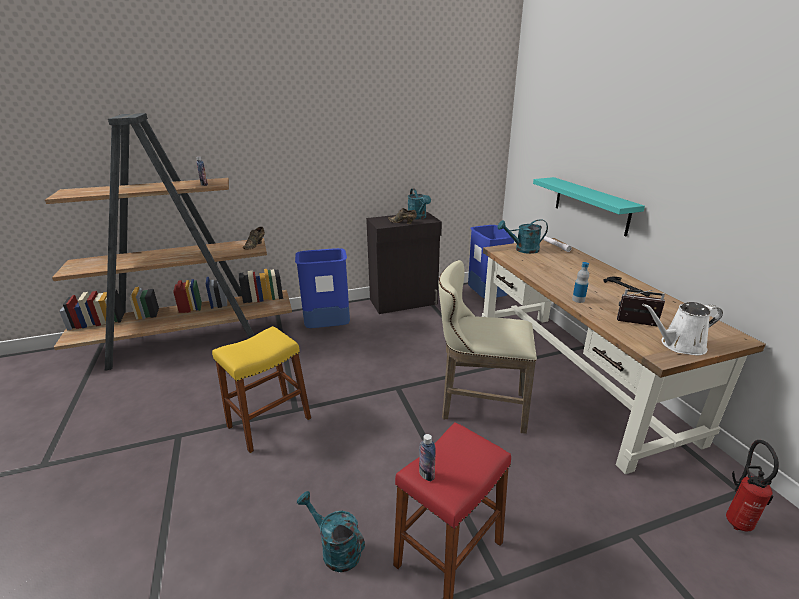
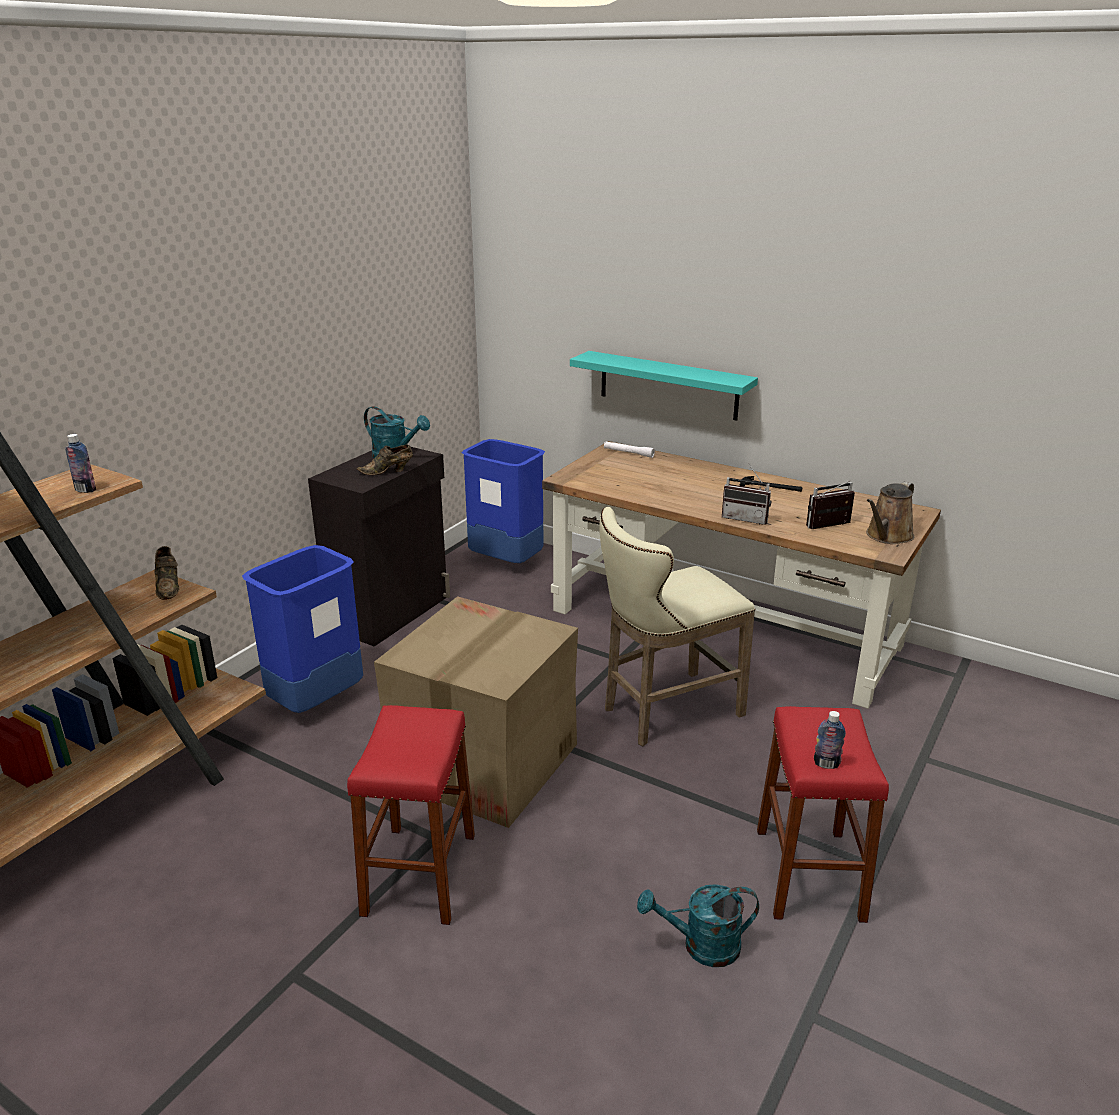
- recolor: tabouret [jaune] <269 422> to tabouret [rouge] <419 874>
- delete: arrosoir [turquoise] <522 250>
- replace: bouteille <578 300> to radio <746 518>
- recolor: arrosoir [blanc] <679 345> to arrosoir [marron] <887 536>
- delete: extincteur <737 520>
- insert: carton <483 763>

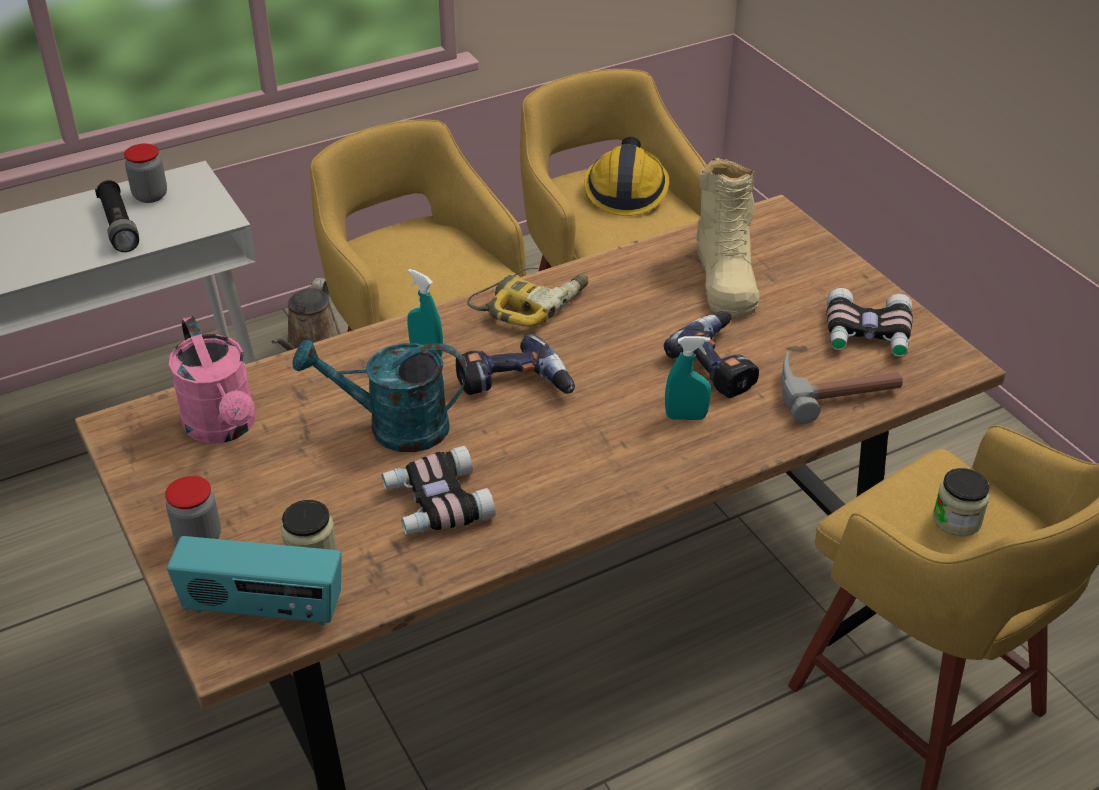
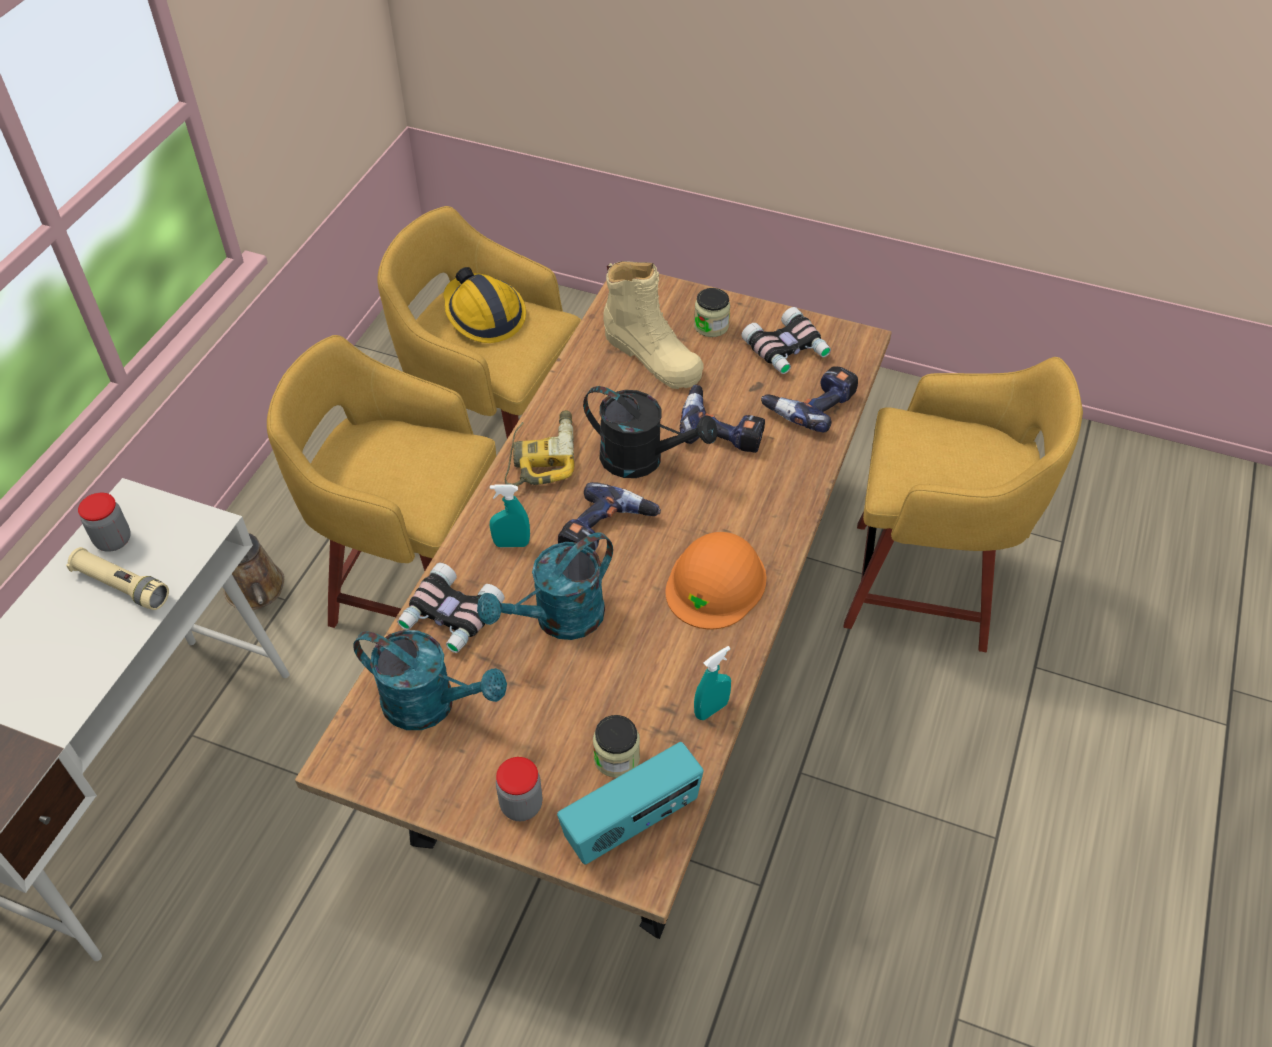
- recolor: lampe de poche [noir] <119 226> to lampe de poche [beige] <122 586>
- recolor: arrosoir [rose] <224 428> to arrosoir [turquoise] <431 705>
- move: jumelles <435 503> to <449 617>
- move: vaporisateur [turquoise] <686 417> to <711 709>
- replace: marteau <835 390> to perceuse <810 405>
- move: bocal <957 520> to <711 326>
- insert: arrosoir [noir] <642 460>
- insert: casque de chantier [orange] <716 583>

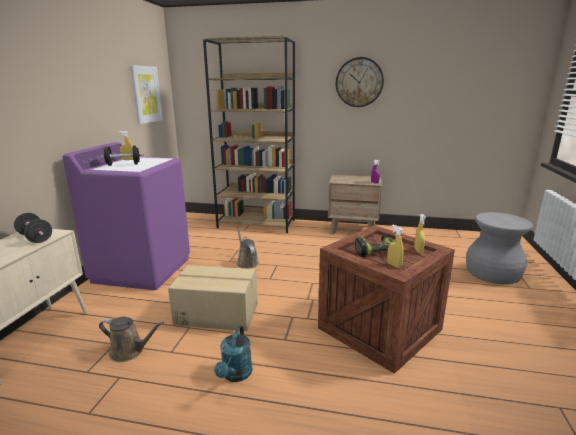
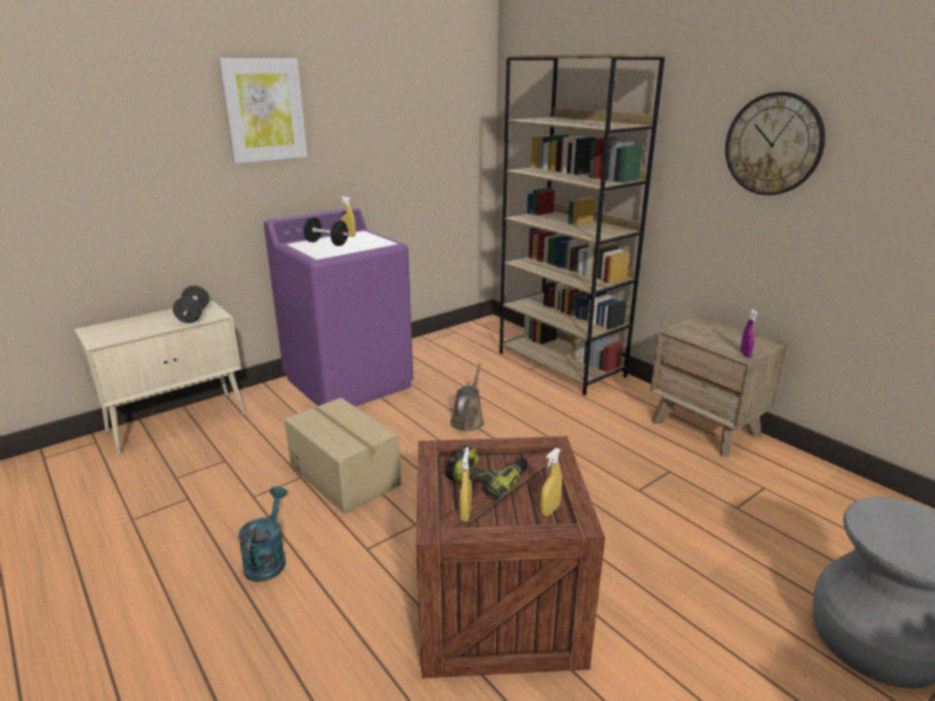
- delete: arrosoir [marron] <130 351>
- move: tableau <146 94> to <264 110>
- rotate: arrosoir [turquoise] <235 375> = <268 559> 135 degrees clockwise

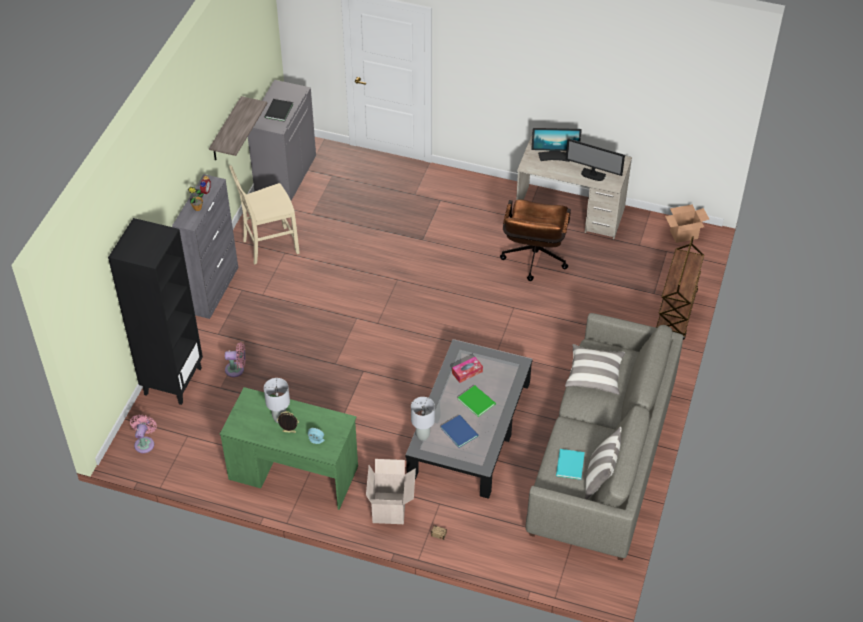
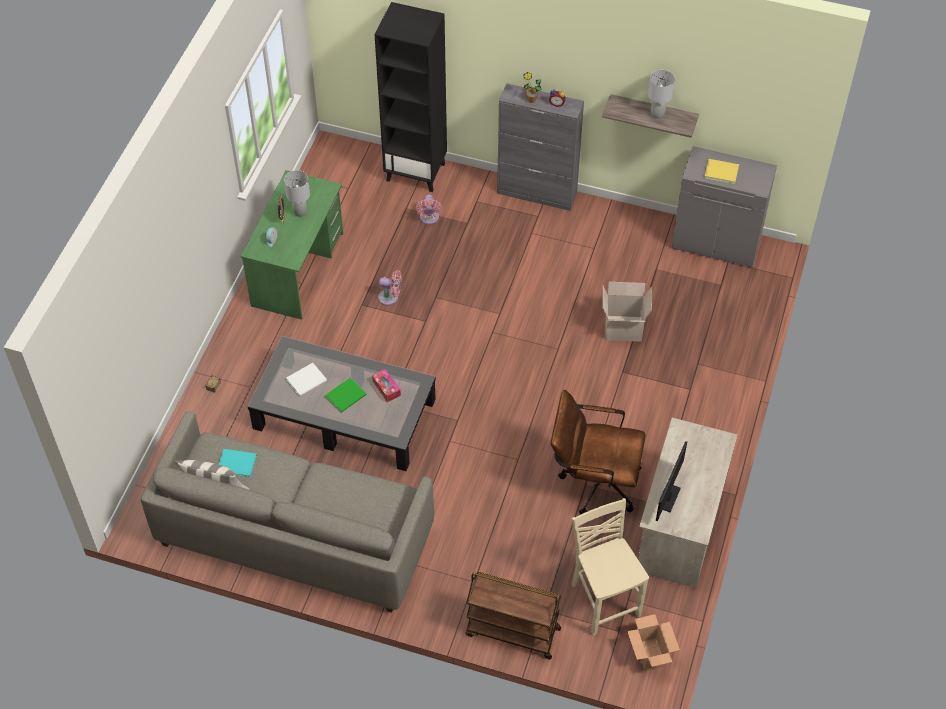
- move: ventilateur [rose] <145 443> to <390 297>
- move: chaise [beige] <269 246> to <604 599>
- recolor: livre [noir] <278 111> to livre [jaune] <720 171>
- move: carton <390 509> to <622 329>
- move: lampe de table [gris] <423 435> to <657 114>
- recolor: livre [bleu] <459 431> to livre [blanc] <308 380>
- delete: écran d'ordinateur <554 156>
- delete: coussin <594 375>

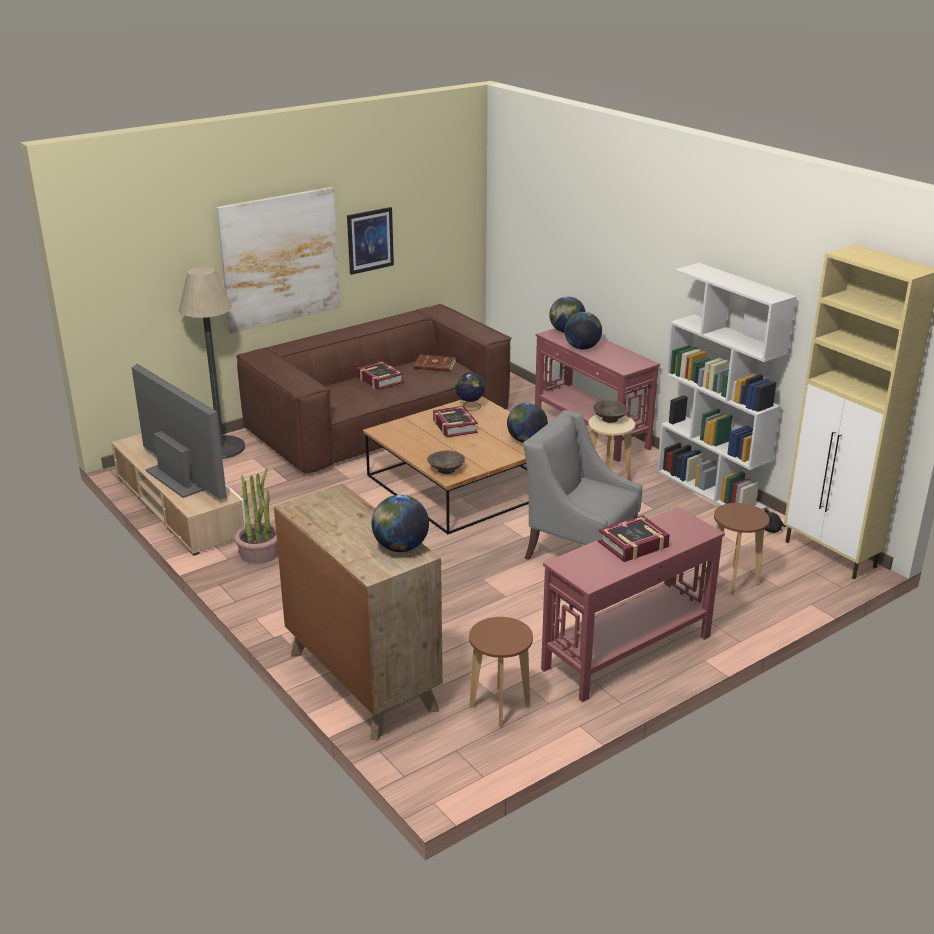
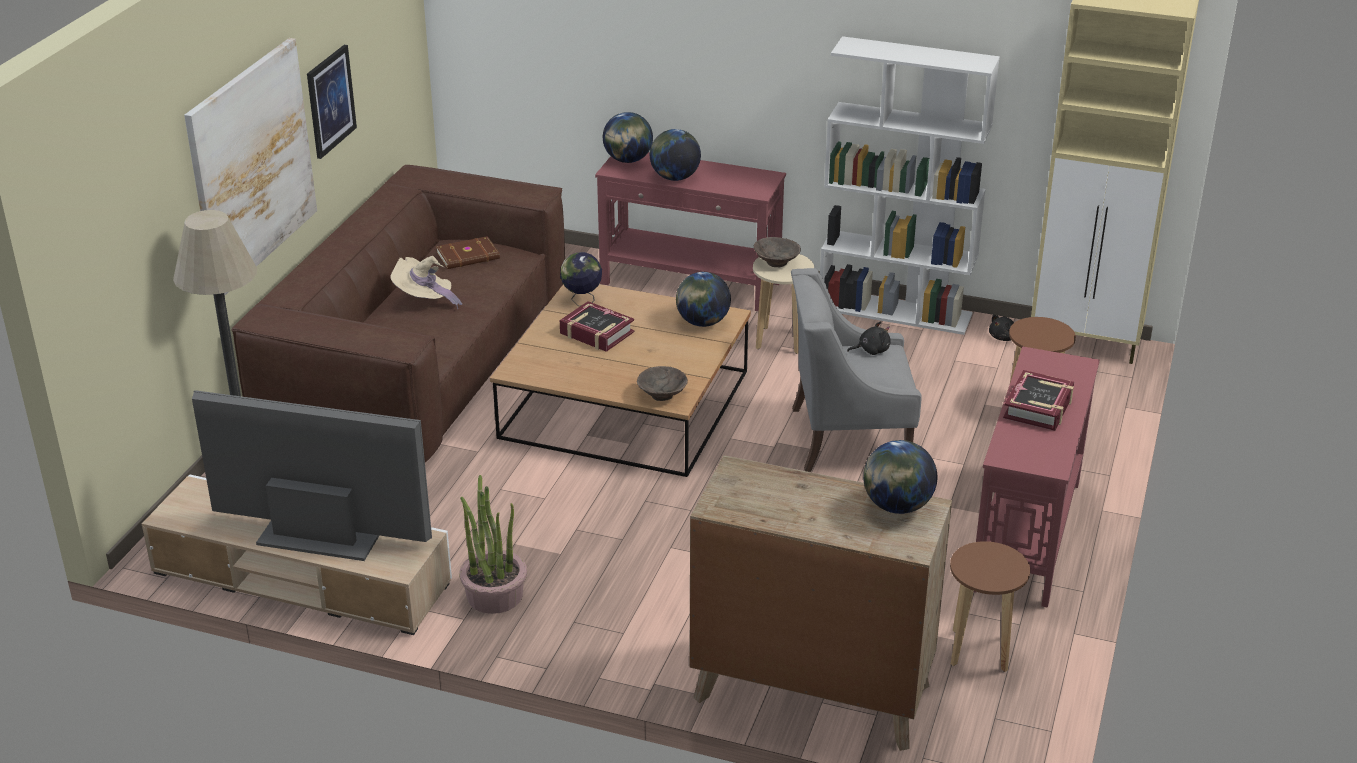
- replace: livre <380 380> to chapeau [beige] <425 300>
- insert: peluche [noir] <871 350>

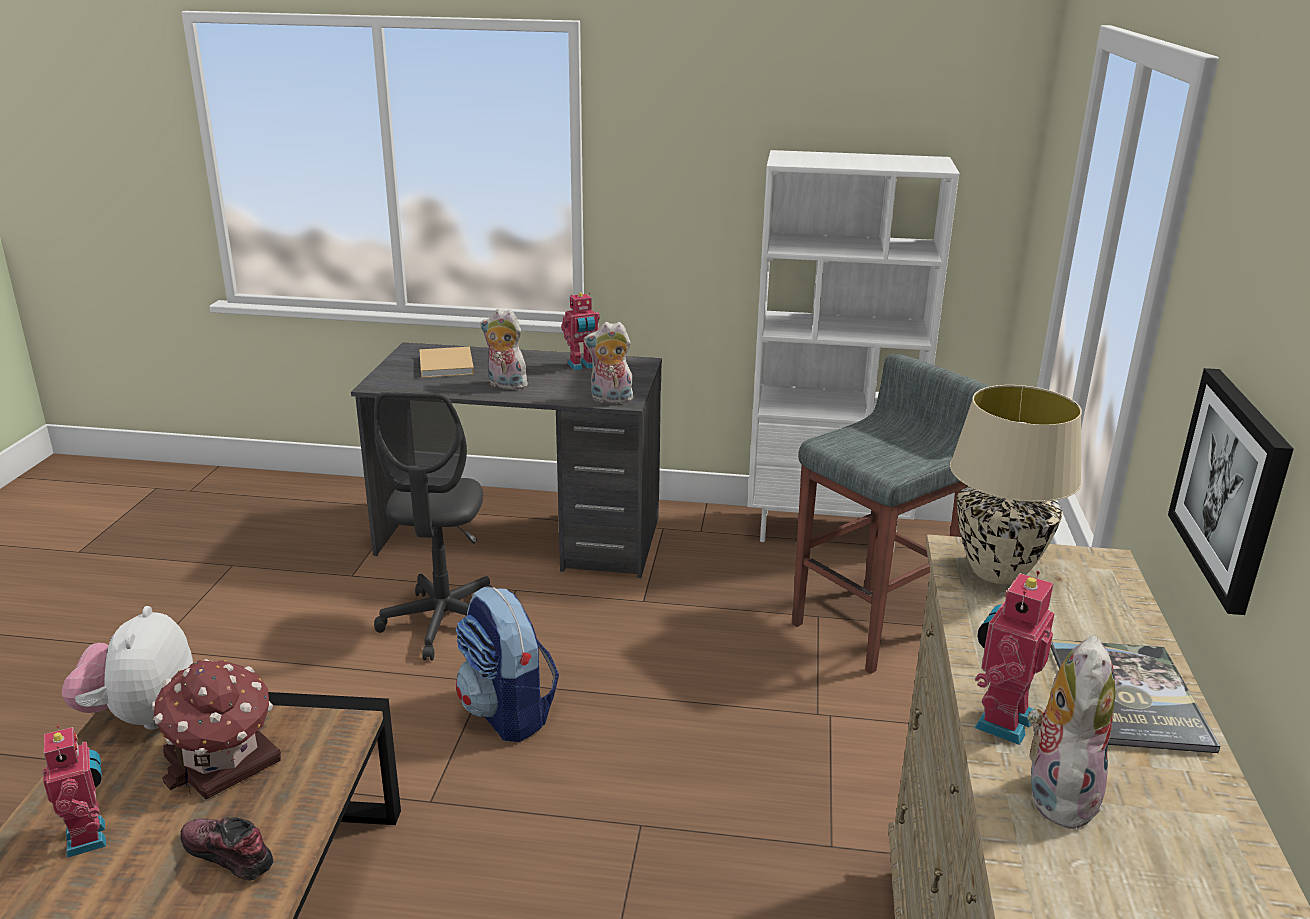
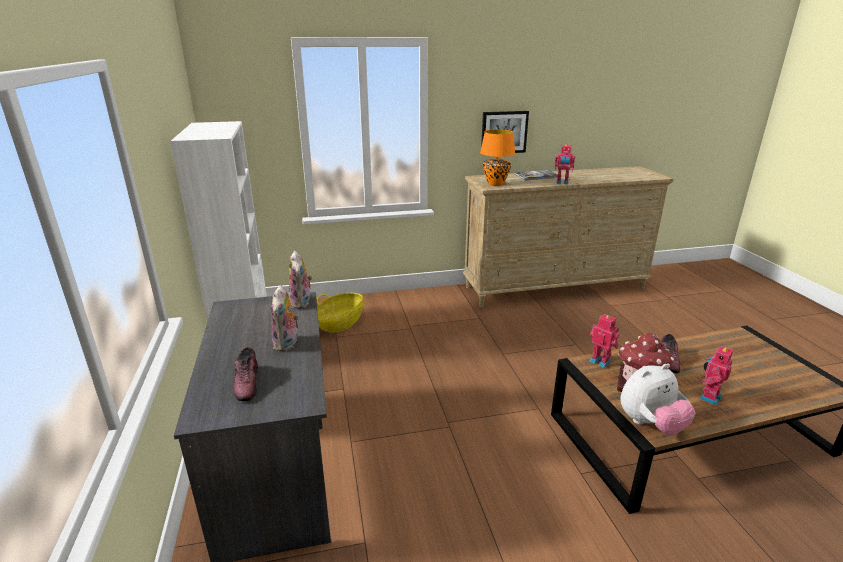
- delete: chaise de bureau [gris] <443 623>
- replace: livre [beige] <446 366> to chaussure <247 383>
- delete: sac à dos <507 713>
- move: robot jouet <582 366> to <600 361>
- replace: tabouret [gris] <873 628> to panier <340 323>
- recolor: lampe de table [beige] <997 572> to lampe de table [orange] <496 184>
- delete: peluche <1057 792>

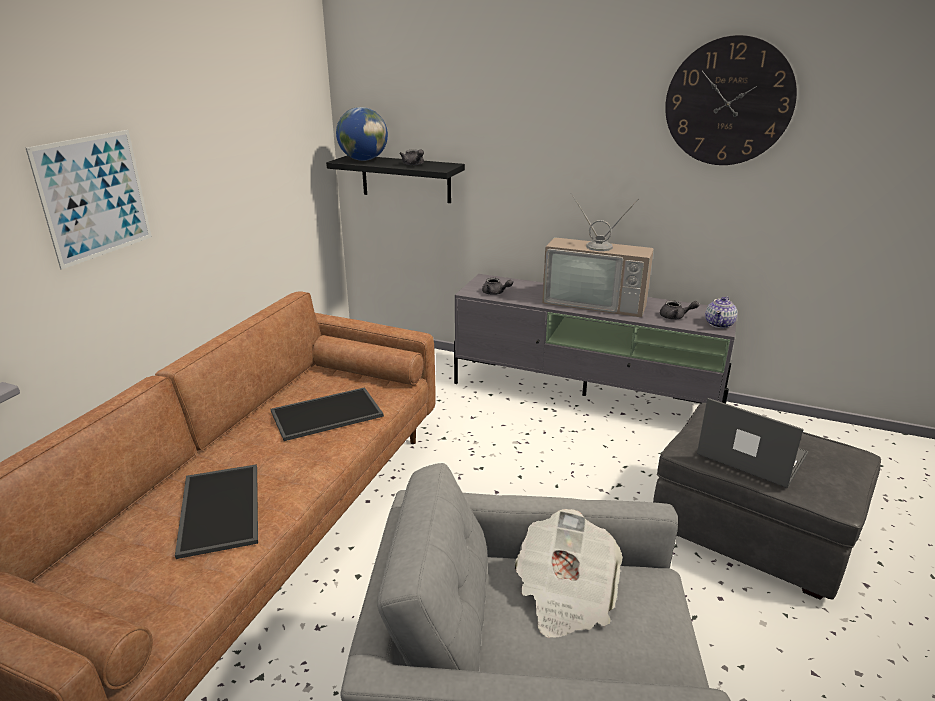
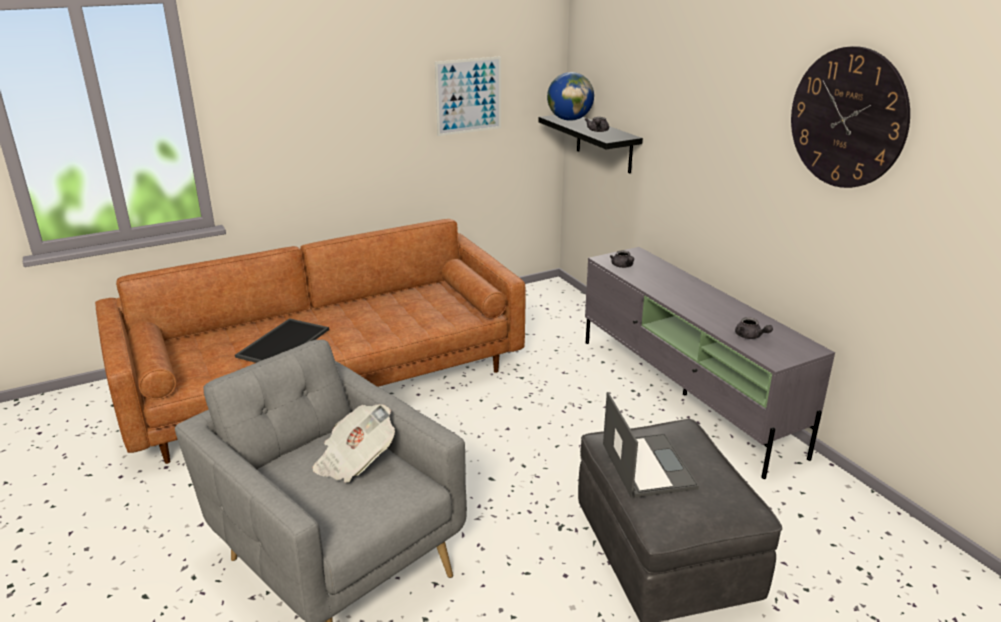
- move: tableau <94 197> to <468 96>
- delete: plateau <326 415>
- delete: téléviseur <596 302>
- delete: théière <719 324>

